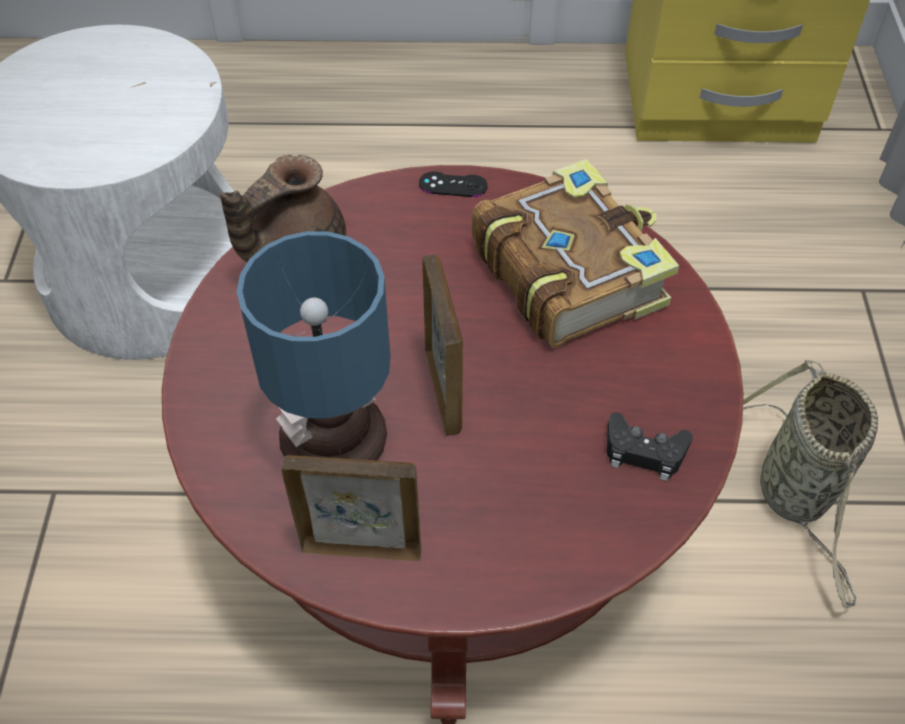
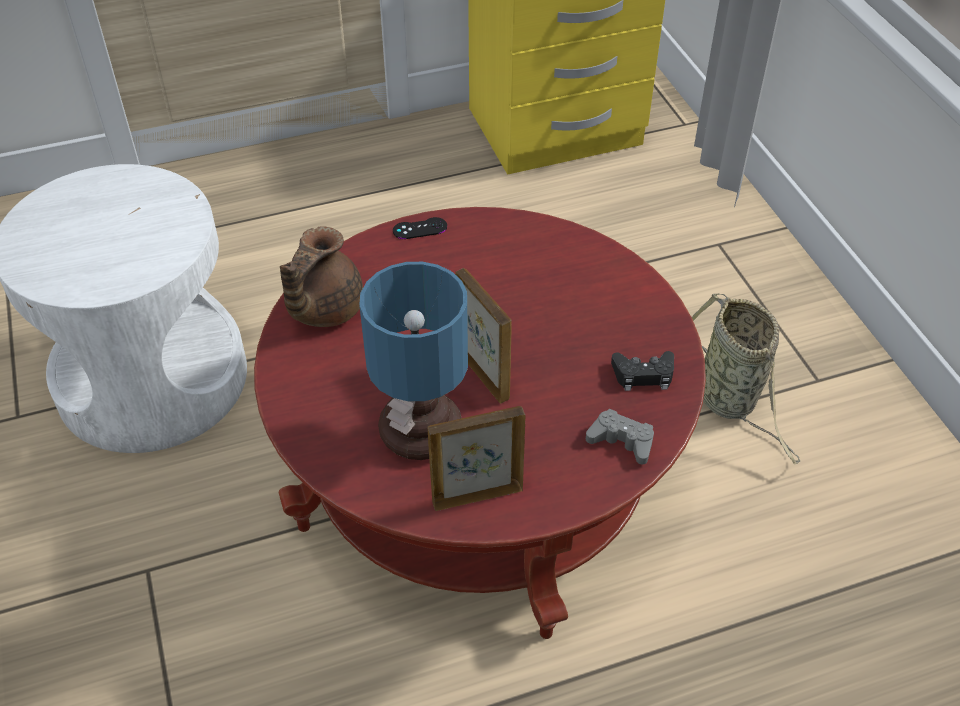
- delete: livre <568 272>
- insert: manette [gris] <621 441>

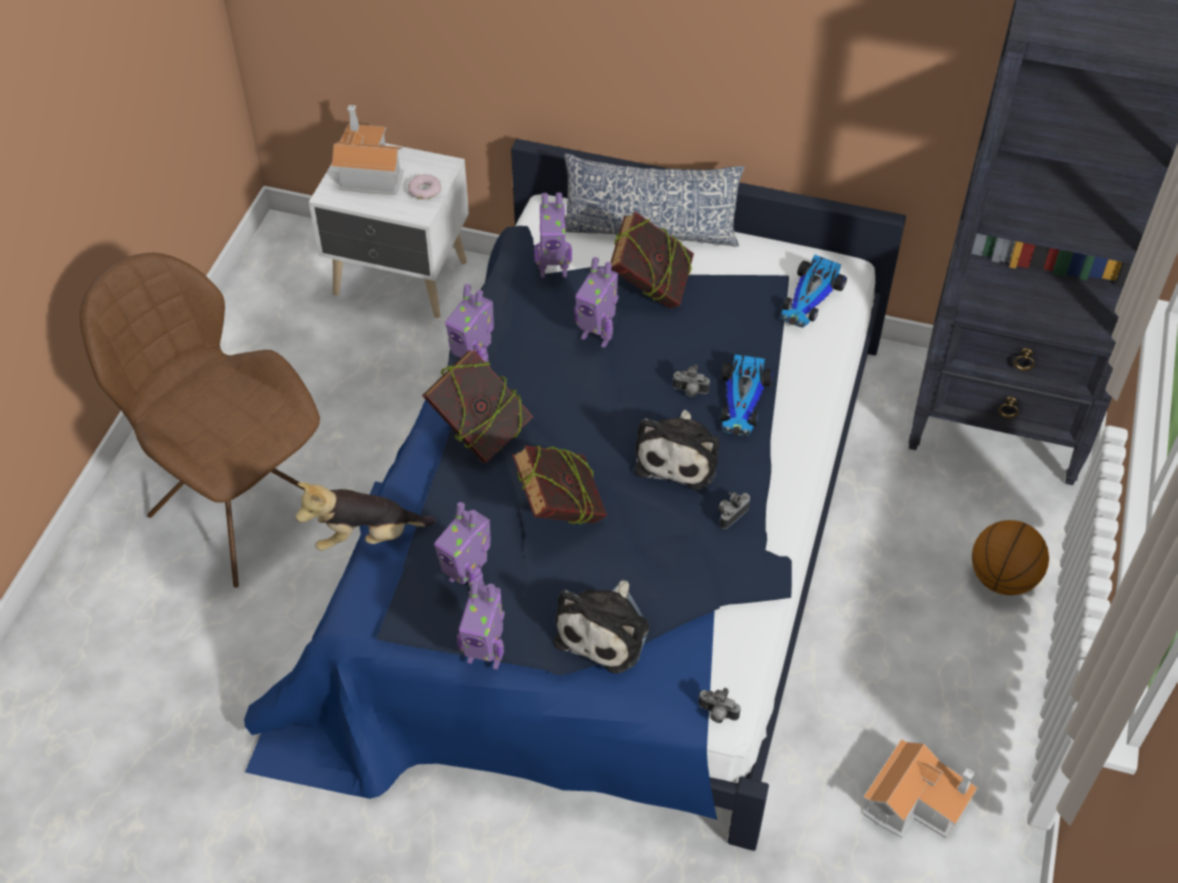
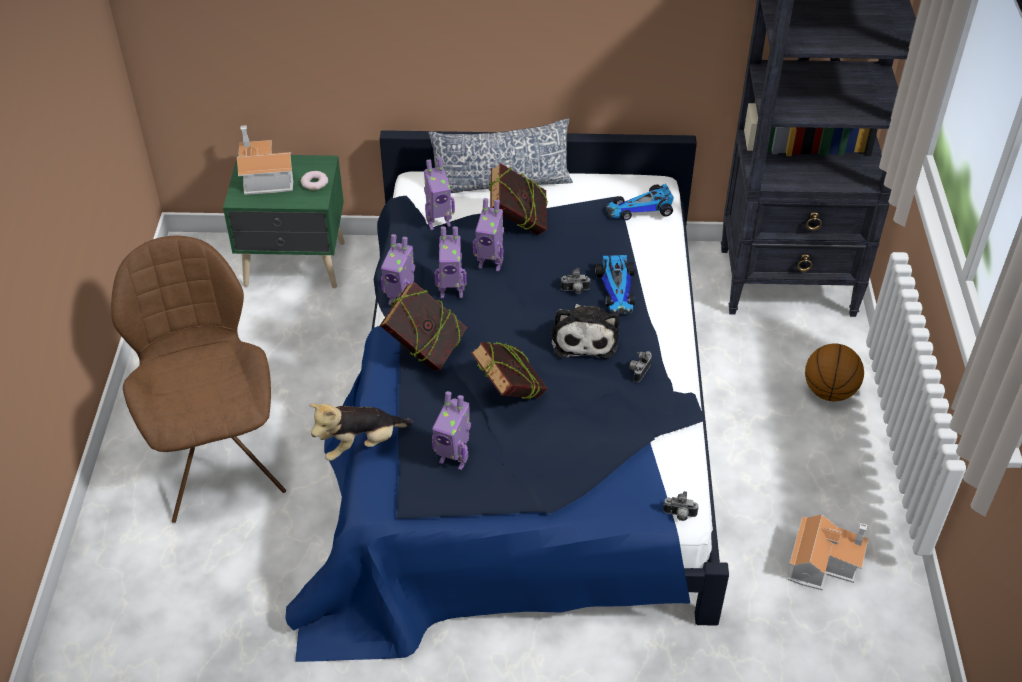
- rotate: chaise [marron] <237 506> = <218 461> 45 degrees clockwise
- recolor: table de chevet [blanc] <401 281> to table de chevet [vert] <296 266>
- move: robot jouet <485 655> to <451 292>
- delete: peluche <605 630>
- rotate: petite voiture <810 298> = <640 209> 60 degrees clockwise

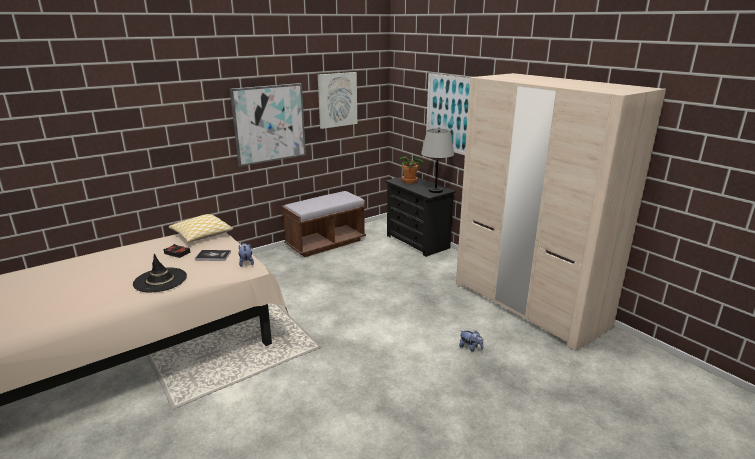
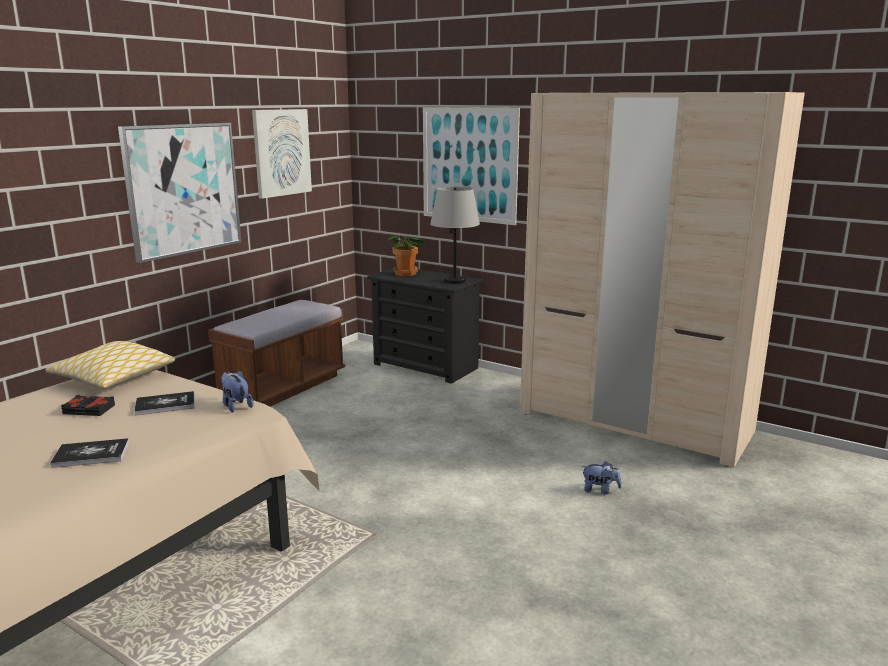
- replace: chapeau [noir] <160 280> to livre <91 454>

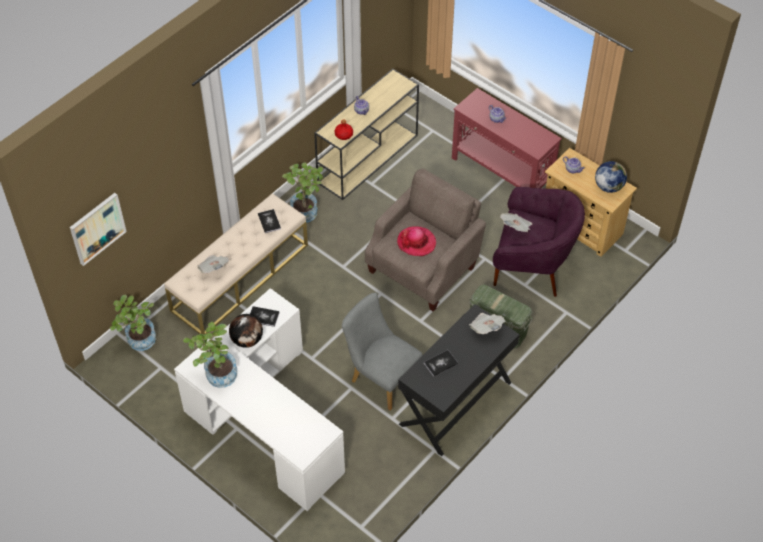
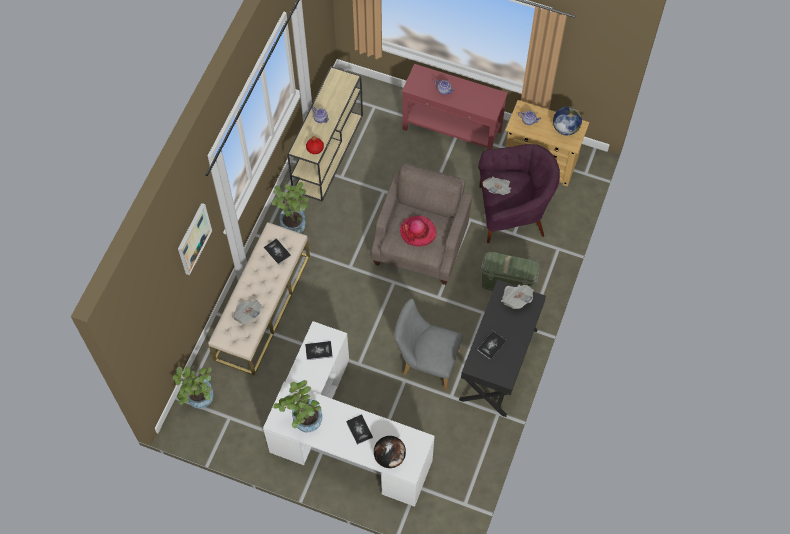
- move: tableau <97 228> to <193 238>
- move: globe <247 340> to <390 457>
- insert: livre <359 429>

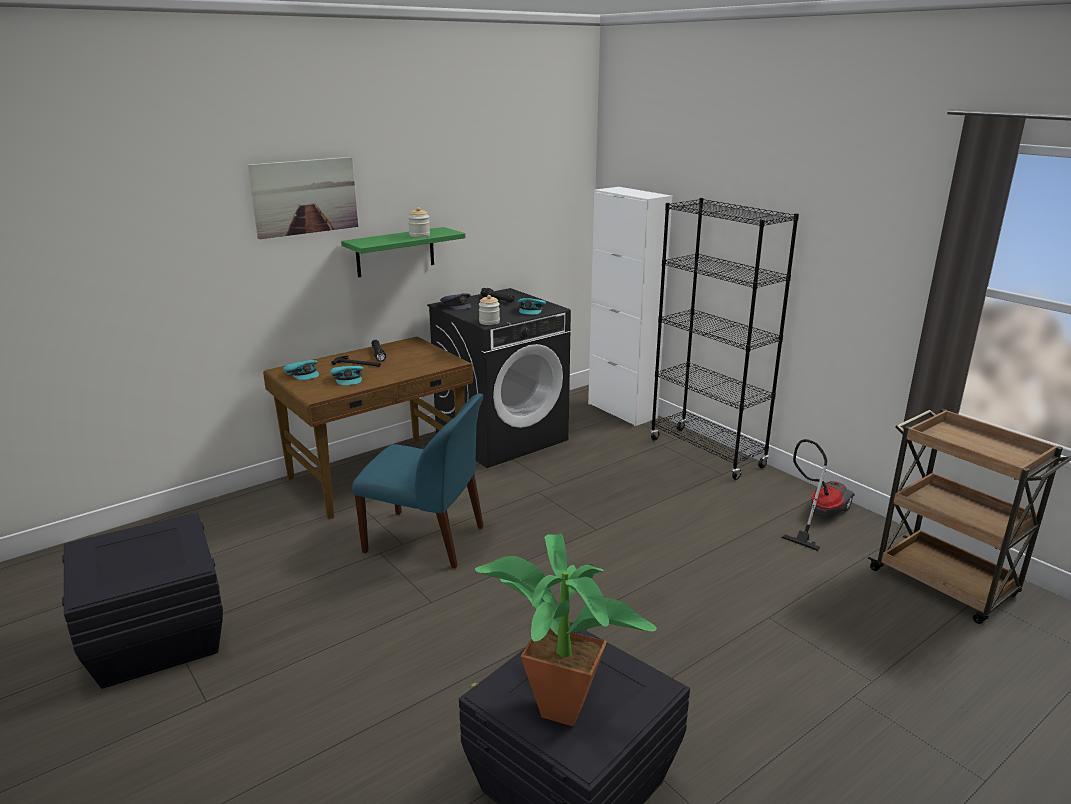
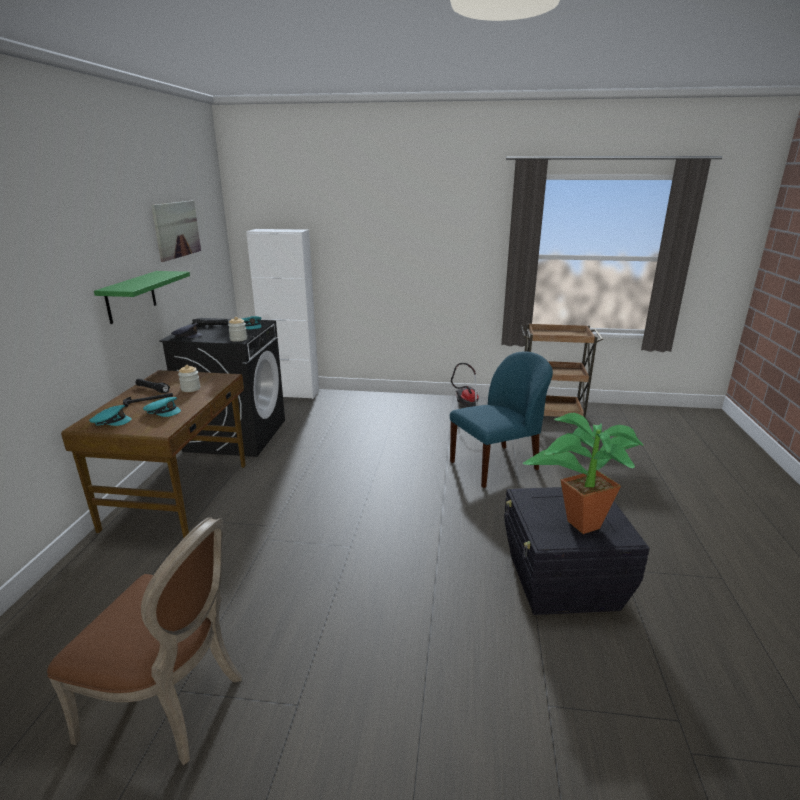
- replace: boîte de rangement [noir] <154 638> to chaise [marron] <171 704>
- move: tableau <305 197> to <177 229>
- move: chaise [bleu] <427 540> to <495 465>
- move: bocal <419 235> to <190 389>
- delete: bibliothèque [noir] <707 453>

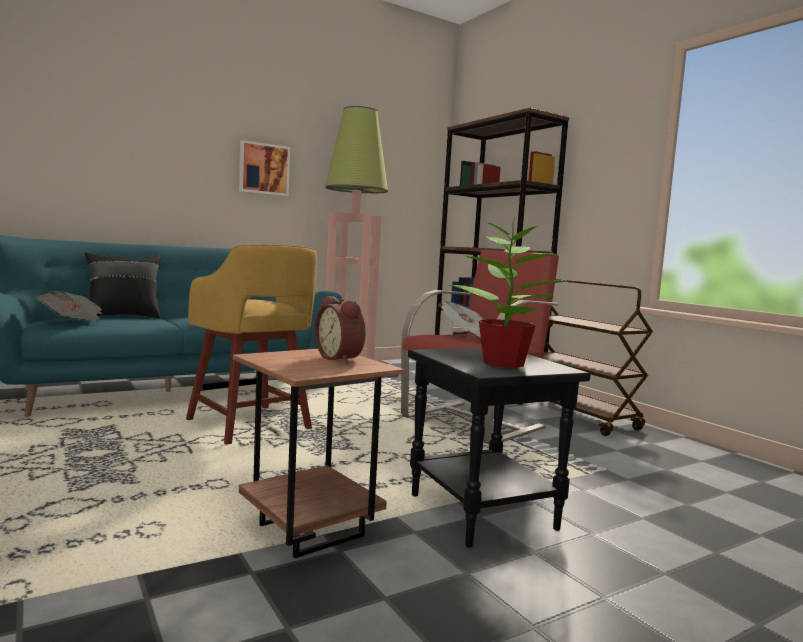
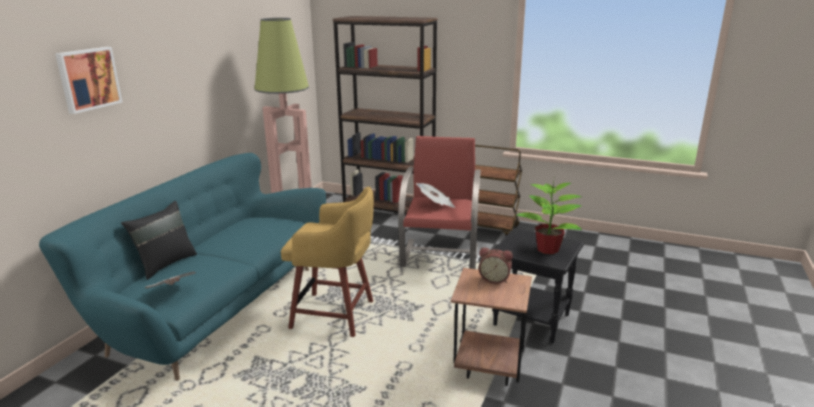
- move: tableau <263 169> to <88 79>

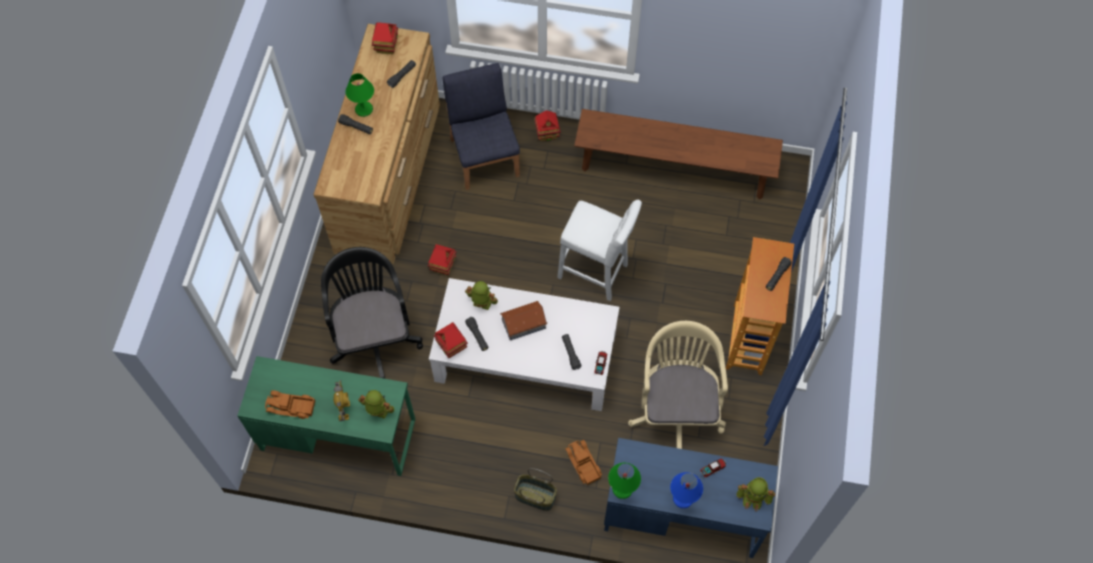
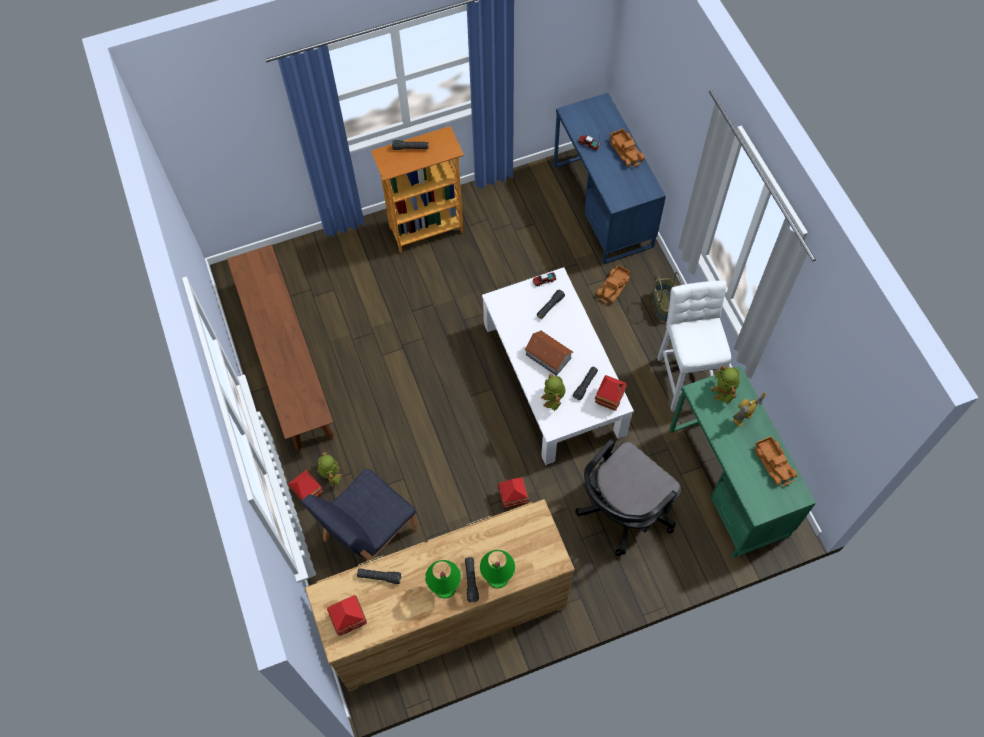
- move: tabouret [blanc] <596 273> to <685 377>
- move: lampe de table [vert] <622 488> to <497 578>
- delete: chaise de bureau [beige] <676 409>
- replace: lampe de table [bleu] <683 499> to camion jouet <626 151>
- move: robot jouet <753 498> to <331 474>

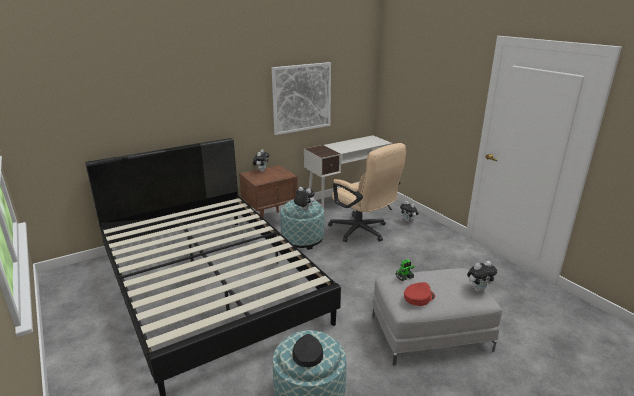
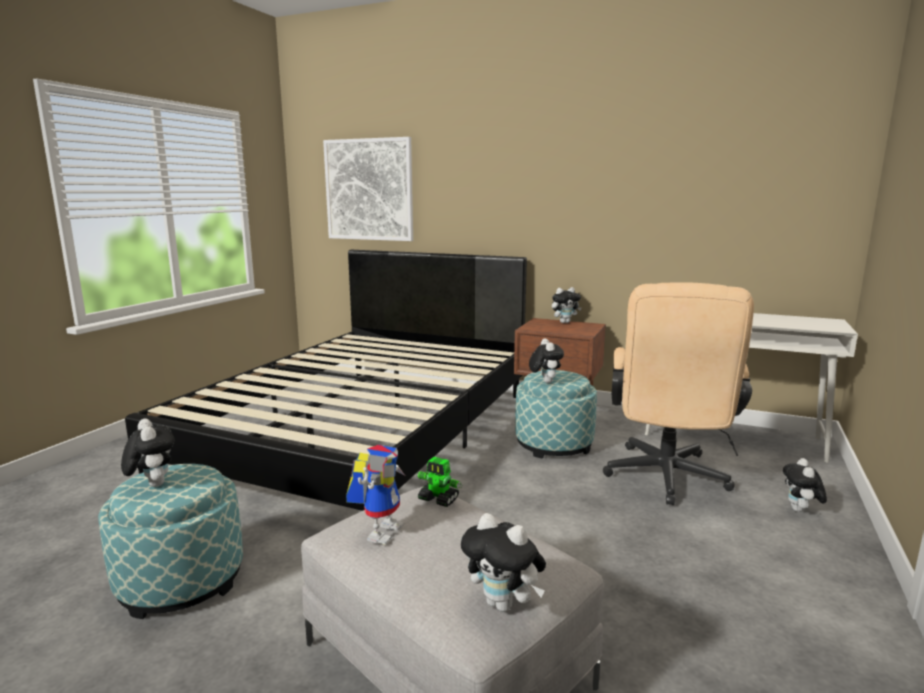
- move: tableau <301 98> to <369 190>
- replace: casquette [noir] <307 354> to peluche <152 484>
- replace: casquette [rouge] <418 297> to robot jouet <381 529>

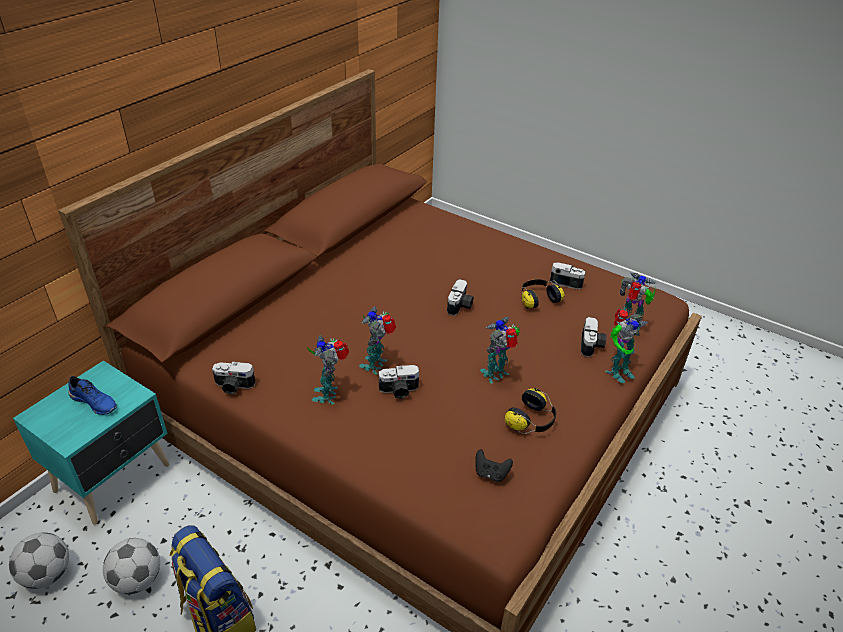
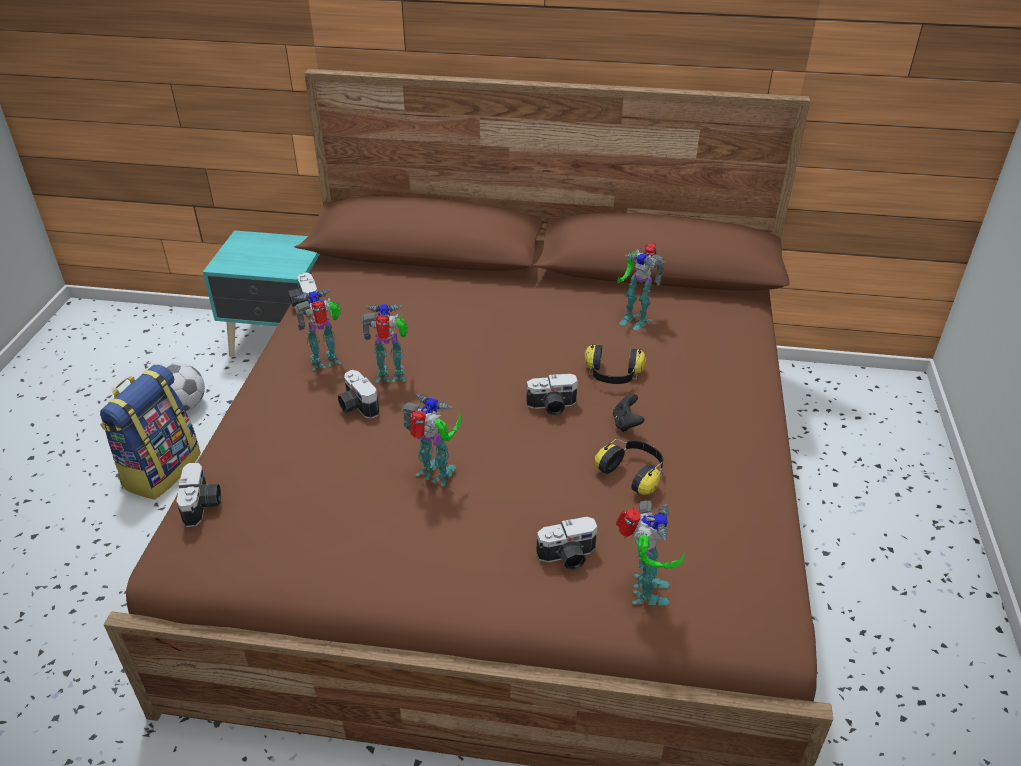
- delete: ballon de foot <47 574>
- delete: chaussure [bleu] <95 402>
- move: manette [noir] <491 474> to <626 423>
- move: casque audio <532 421> to <613 375>
- move: appareil photo <566 281> to <203 505>
- move: robot jouet <617 371> to <635 318>

